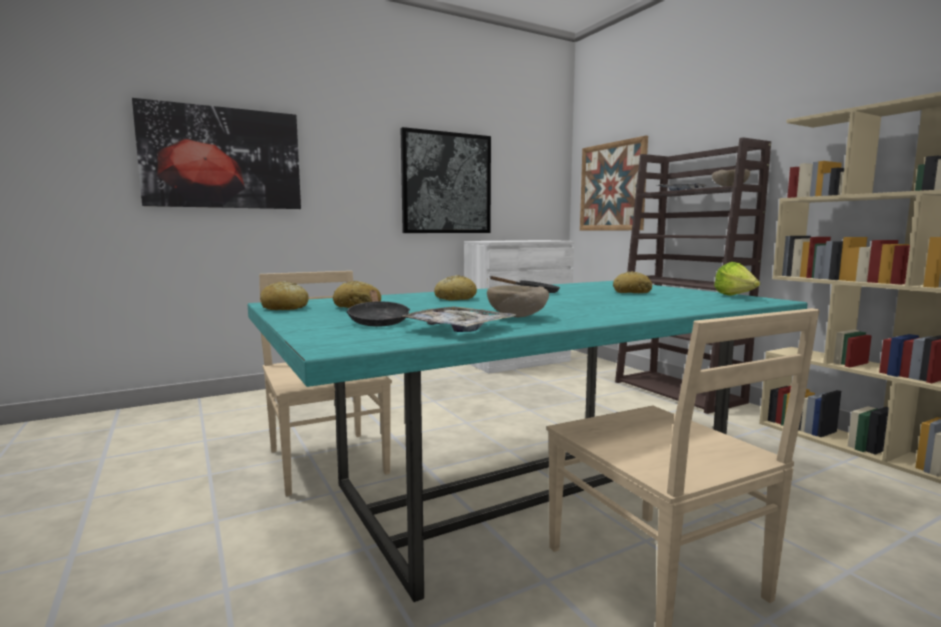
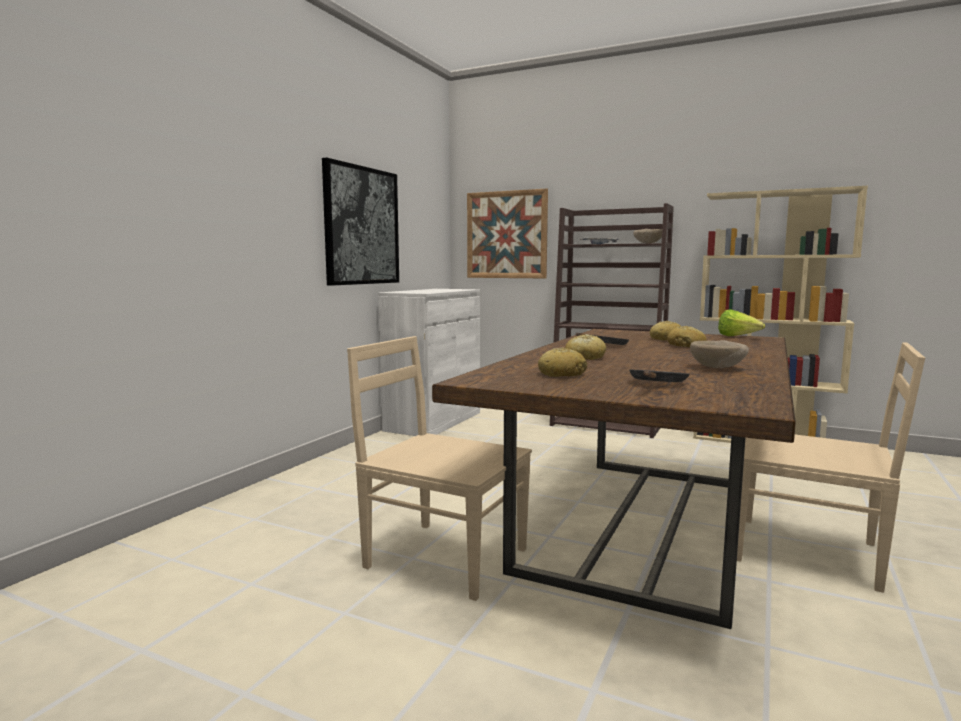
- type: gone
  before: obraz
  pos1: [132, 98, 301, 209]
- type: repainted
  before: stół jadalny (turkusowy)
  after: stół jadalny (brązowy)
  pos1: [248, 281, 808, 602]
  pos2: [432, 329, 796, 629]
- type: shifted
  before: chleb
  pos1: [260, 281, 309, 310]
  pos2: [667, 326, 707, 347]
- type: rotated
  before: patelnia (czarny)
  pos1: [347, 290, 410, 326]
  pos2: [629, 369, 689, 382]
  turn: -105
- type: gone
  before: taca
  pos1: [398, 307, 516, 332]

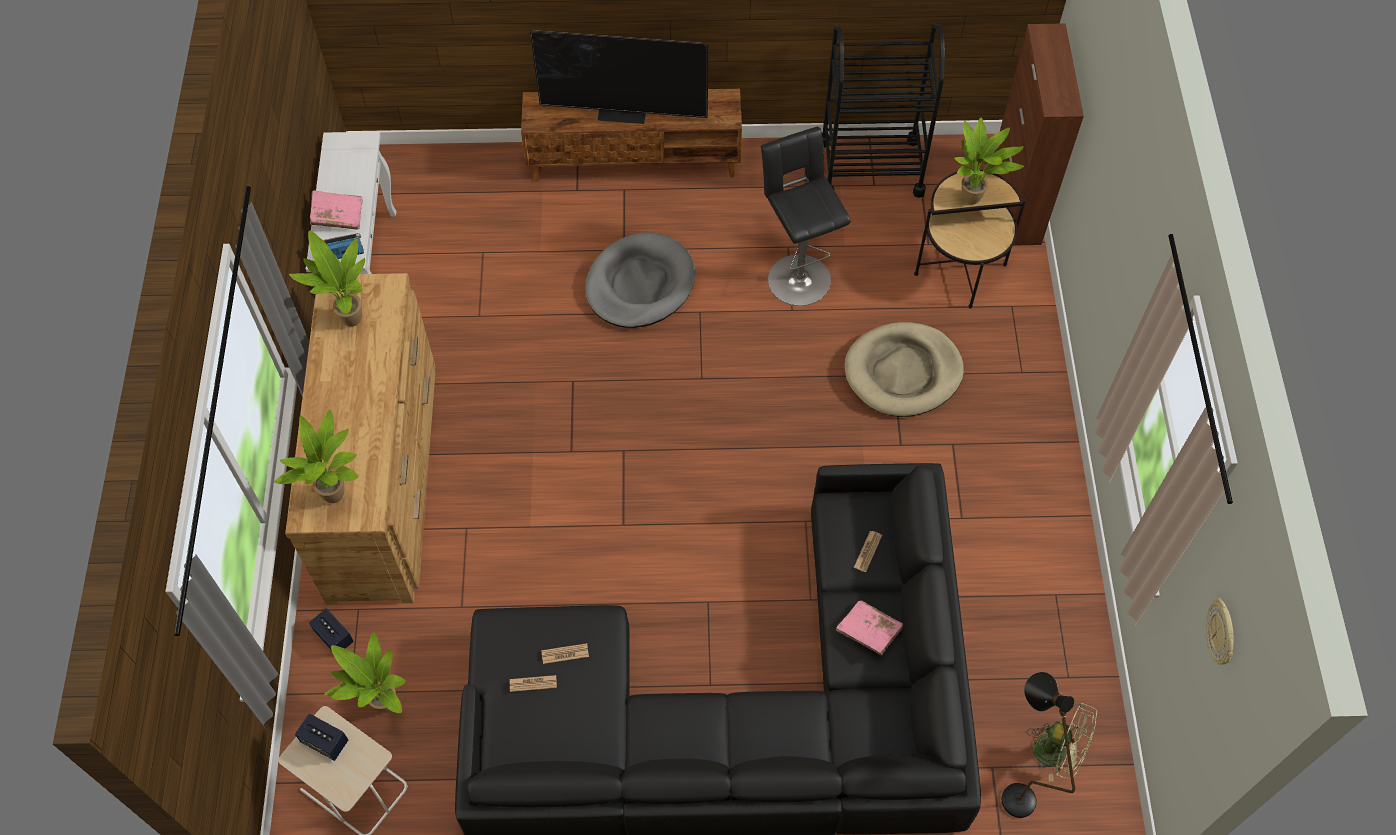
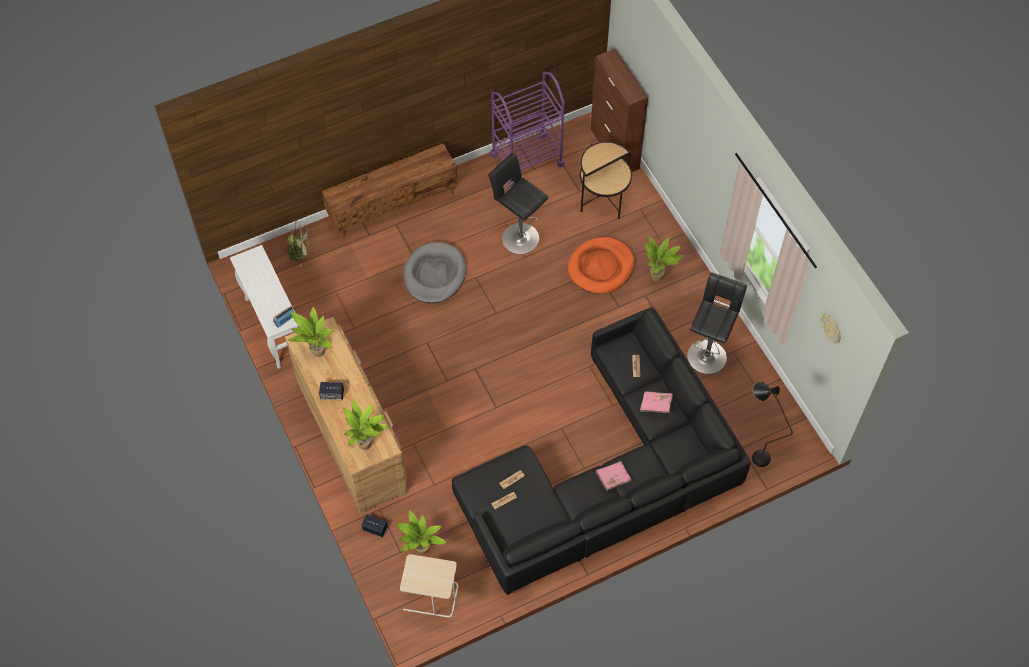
- type: repainted
  before: wózek (czarny)
  after: wózek (fioletowy)
  pos1: [822, 24, 945, 198]
  pos2: [490, 72, 565, 187]
- type: gone
  before: telewizor
  pos1: [530, 30, 708, 124]
- type: shifted
  before: roślina doniczkowa
  pos1: [954, 118, 1024, 205]
  pos2: [644, 236, 684, 282]
- type: shifted
  before: książka (różowy)
  pos1: [310, 190, 363, 230]
  pos2: [596, 461, 631, 491]
- type: repainted
  before: legowisko (beżowy)
  after: legowisko (pomarańczowy)
  pos1: [844, 322, 964, 417]
  pos2: [568, 237, 634, 294]
- type: shifted
  before: wentylator (zielony)
  pos1: [1027, 703, 1097, 782]
  pos2: [283, 221, 311, 267]
- type: shifted
  before: głośnik
  pos1: [295, 713, 348, 761]
  pos2: [319, 382, 344, 400]
- type: new
  after: stołek (czarny)
  pos2: [687, 272, 747, 374]

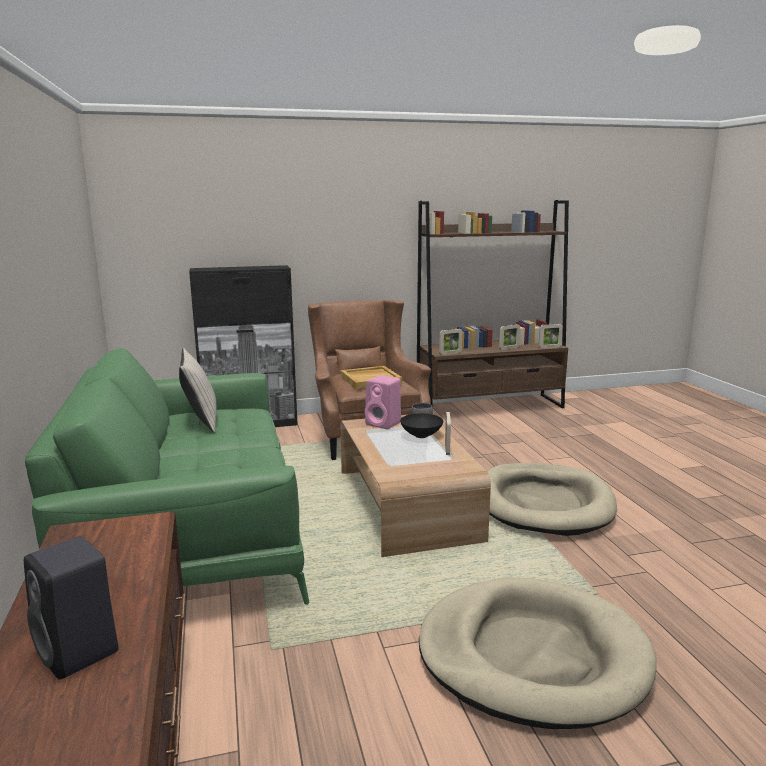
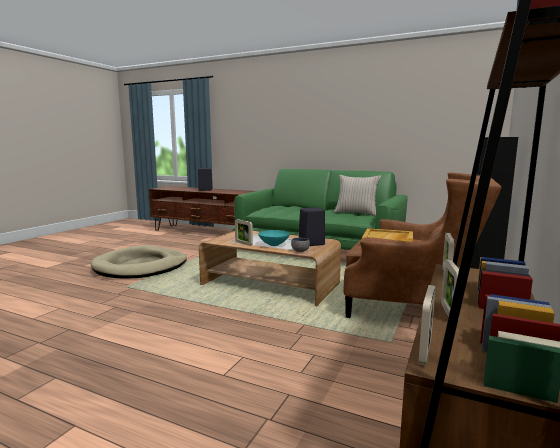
- type: repainted
  before: głośnik (różowy)
  after: głośnik (czarny)
  pos1: [365, 375, 401, 429]
  pos2: [299, 207, 325, 246]
- type: repainted
  before: miska (czarny)
  after: miska (turkusowy)
  pos1: [400, 413, 443, 438]
  pos2: [258, 230, 290, 246]
- type: gone
  before: legowisko (beżowy)
  pos1: [487, 463, 617, 536]

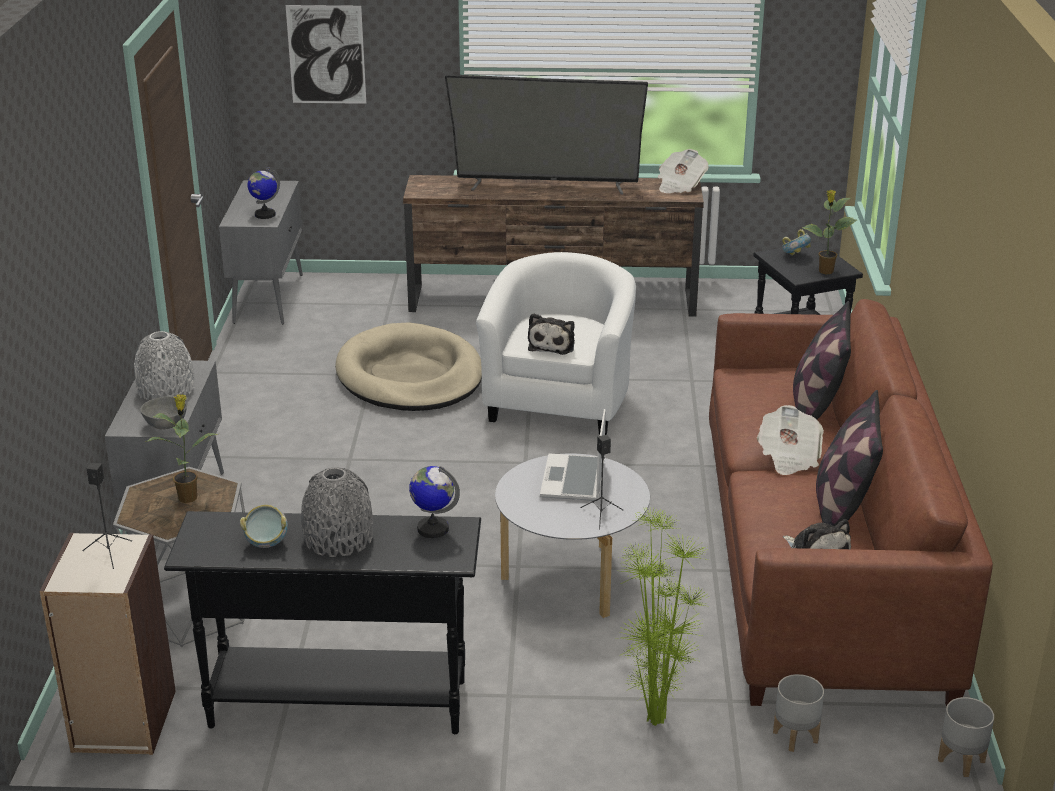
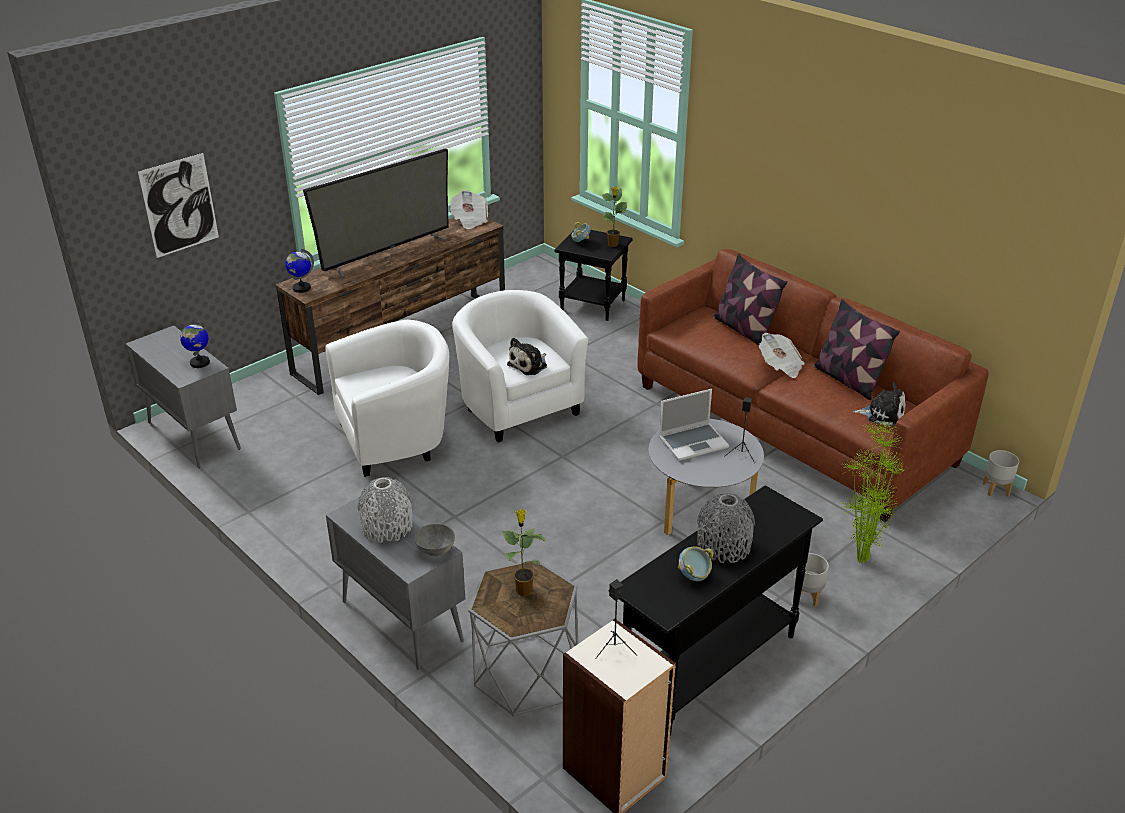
- type: rotated
  before: pluszak
  pos1: [528, 313, 575, 355]
  pos2: [507, 338, 547, 375]
  turn: 75
- type: swapped
  before: legowisko (beżowy)
  after: fotel (biały)
  pos1: [335, 322, 482, 411]
  pos2: [325, 320, 449, 477]
- type: rotated
  before: laptop
  pos1: [540, 409, 606, 501]
  pos2: [659, 389, 729, 461]
  turn: -75
- type: shifted
  before: globus
  pos1: [409, 466, 460, 538]
  pos2: [285, 249, 314, 293]
- type: shifted
  before: donica (szary)
  pos1: [773, 674, 824, 752]
  pos2: [793, 553, 829, 607]

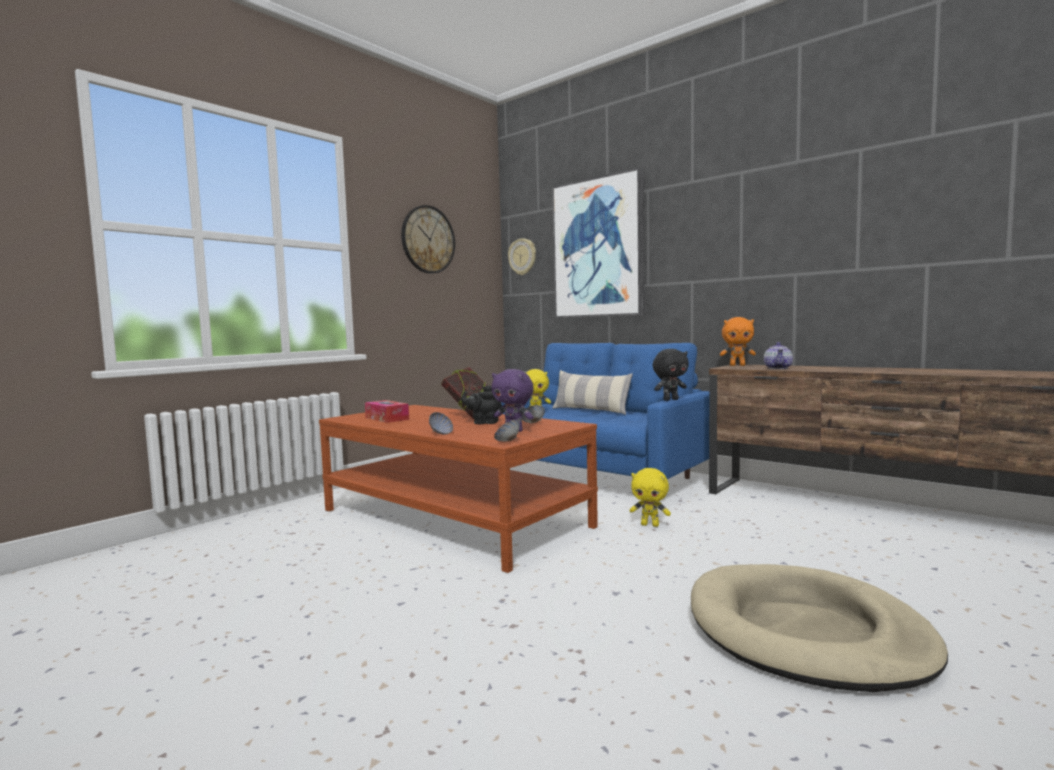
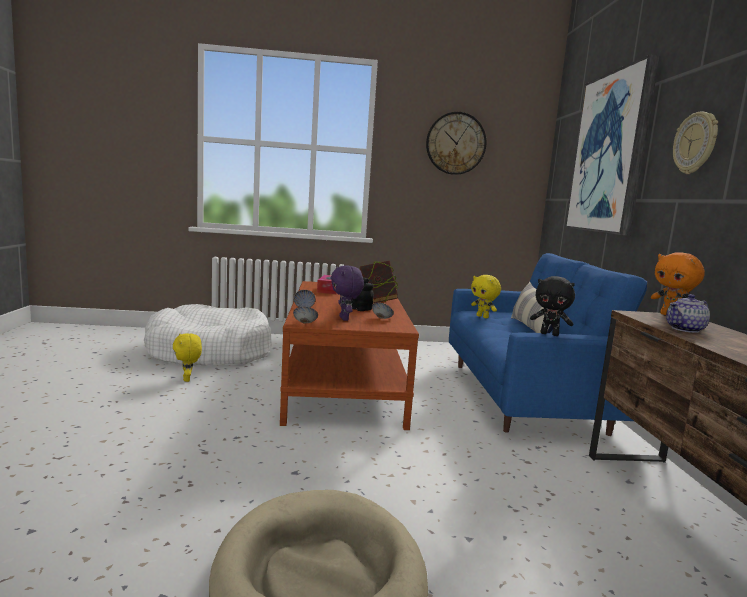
- type: shifted
  before: zegar ścienny
  pos1: [508, 238, 536, 275]
  pos2: [673, 112, 718, 174]
- type: shifted
  before: pluszak (żółty)
  pos1: [630, 468, 671, 527]
  pos2: [173, 333, 202, 382]
- type: new
  after: legowisko (biały)
  pos2: [144, 304, 272, 365]

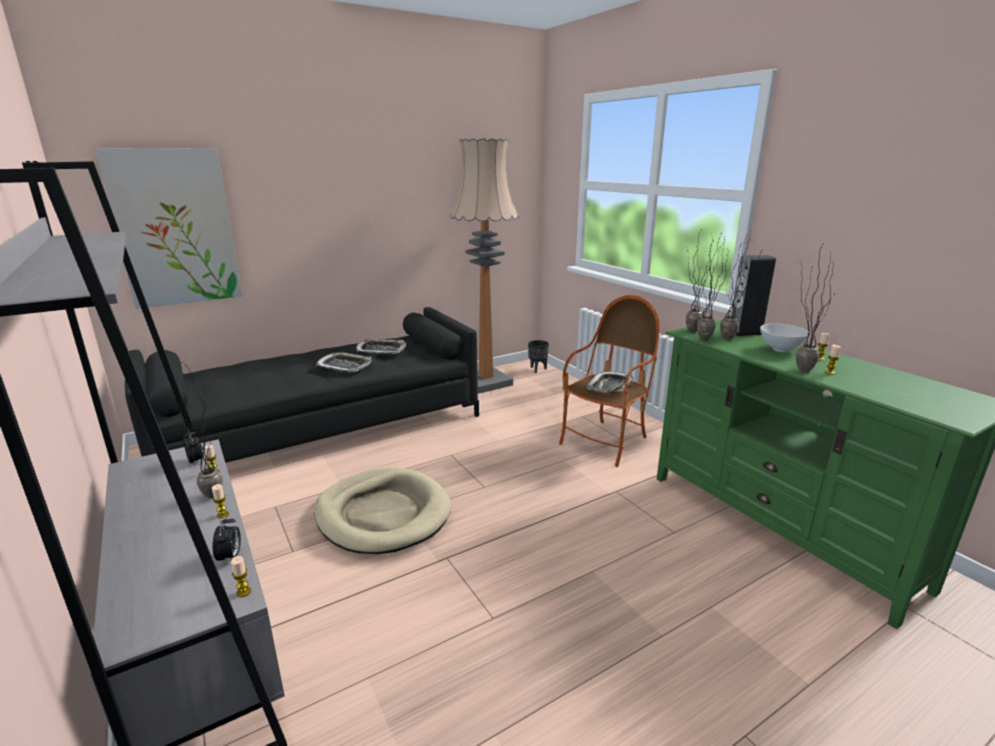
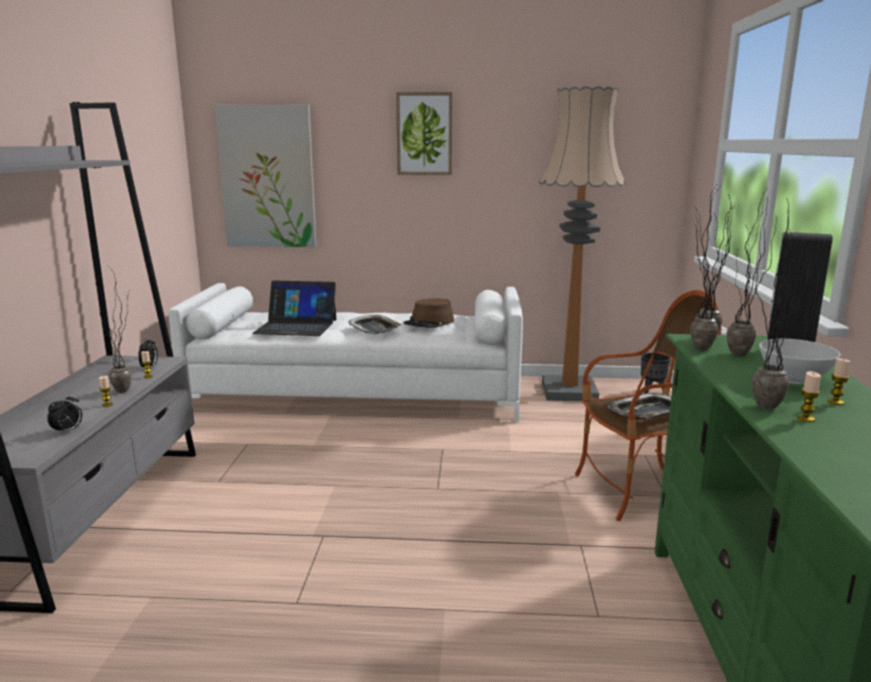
- type: repainted
  before: kanapa (czarny)
  after: kanapa (biały)
  pos1: [125, 307, 479, 463]
  pos2: [169, 283, 523, 422]
- type: swapped
  before: taca
  after: kapelusz (brązowy)
  pos1: [356, 339, 406, 354]
  pos2: [403, 298, 454, 328]
- type: gone
  before: legowisko (beżowy)
  pos1: [314, 467, 451, 554]
- type: gone
  before: świeca
  pos1: [231, 556, 251, 597]
- type: new
  after: obraz
  pos2: [396, 92, 452, 175]
- type: new
  after: laptop
  pos2: [252, 280, 336, 336]

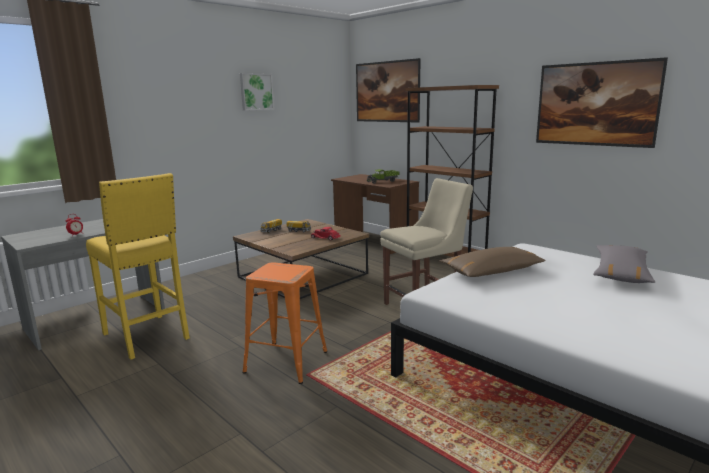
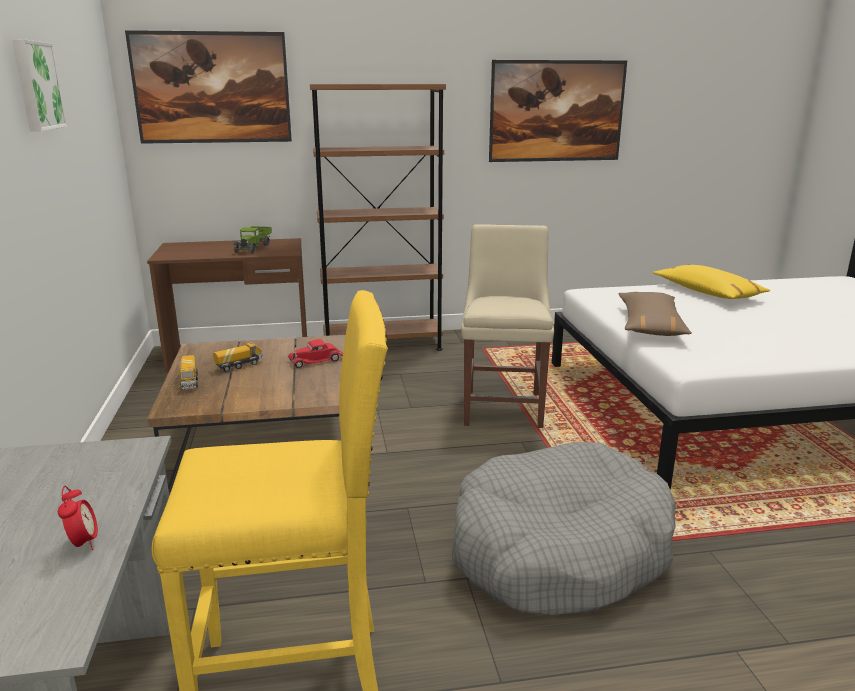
- type: repainted
  before: poduszka (szary)
  after: poduszka (żółty)
  pos1: [593, 245, 655, 283]
  pos2: [653, 265, 771, 299]
- type: swapped
  before: stołek (pomarańczowy)
  after: legowisko (szary)
  pos1: [243, 262, 327, 384]
  pos2: [452, 442, 676, 615]

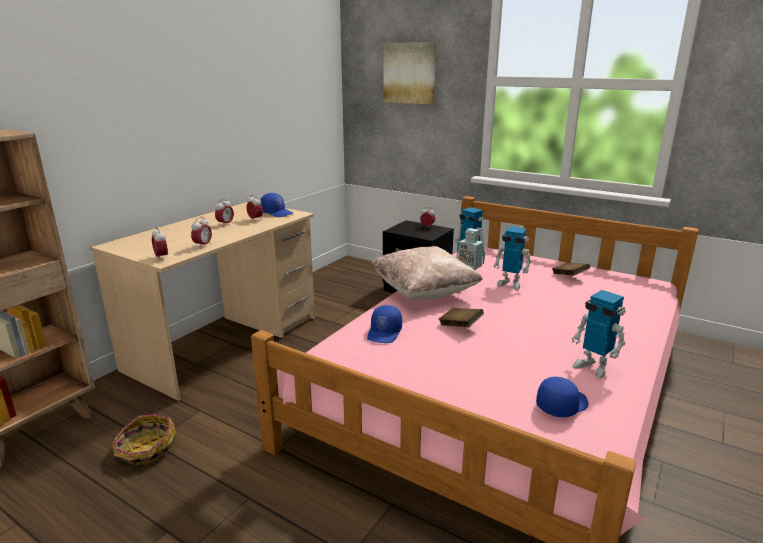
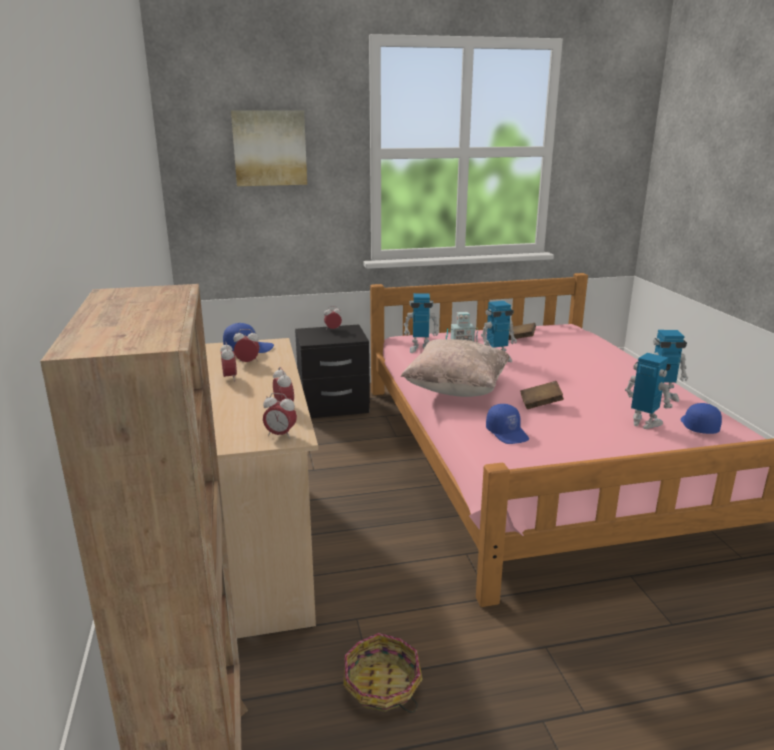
- type: new
  after: robot zabawkowy
  pos2: [625, 353, 672, 429]

